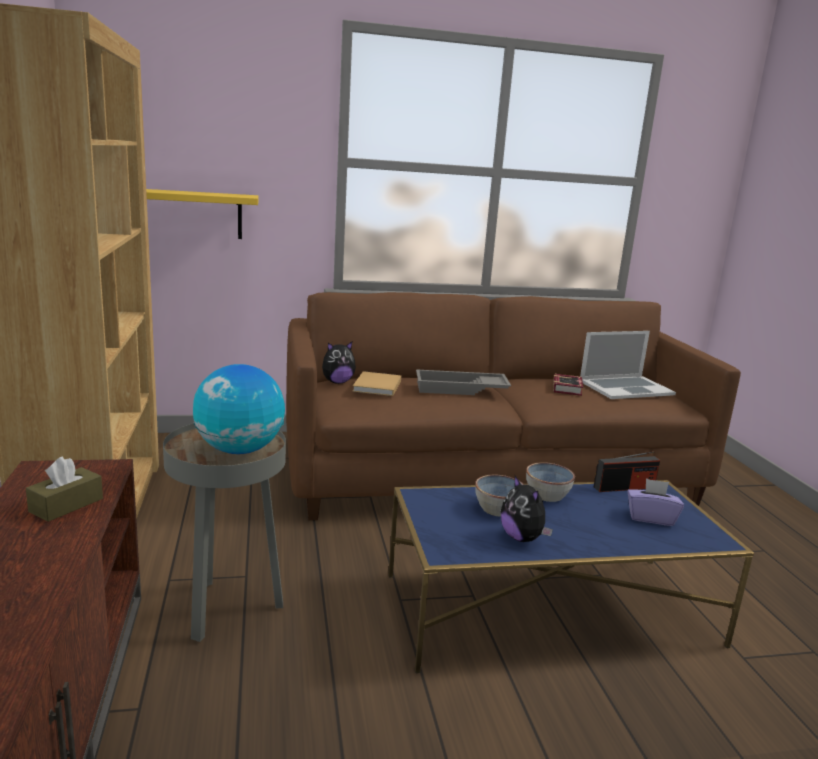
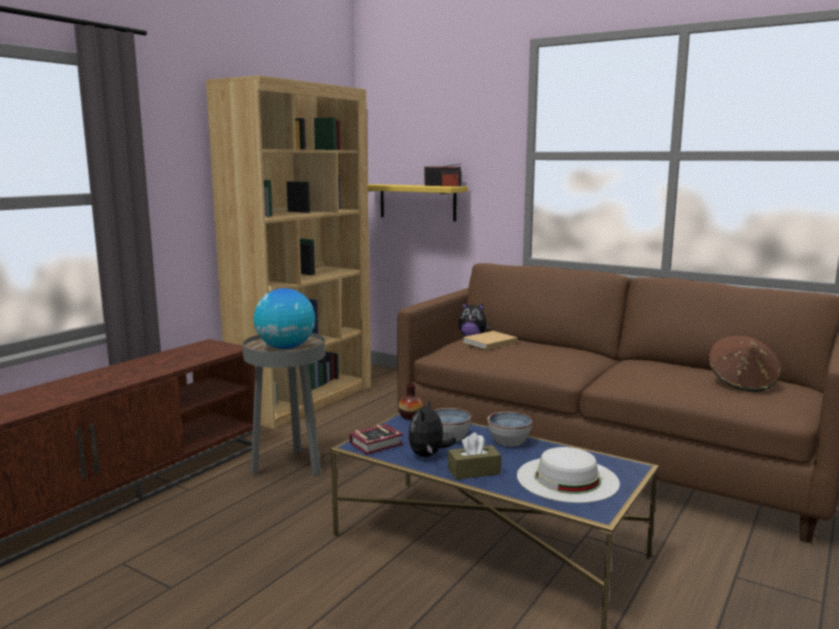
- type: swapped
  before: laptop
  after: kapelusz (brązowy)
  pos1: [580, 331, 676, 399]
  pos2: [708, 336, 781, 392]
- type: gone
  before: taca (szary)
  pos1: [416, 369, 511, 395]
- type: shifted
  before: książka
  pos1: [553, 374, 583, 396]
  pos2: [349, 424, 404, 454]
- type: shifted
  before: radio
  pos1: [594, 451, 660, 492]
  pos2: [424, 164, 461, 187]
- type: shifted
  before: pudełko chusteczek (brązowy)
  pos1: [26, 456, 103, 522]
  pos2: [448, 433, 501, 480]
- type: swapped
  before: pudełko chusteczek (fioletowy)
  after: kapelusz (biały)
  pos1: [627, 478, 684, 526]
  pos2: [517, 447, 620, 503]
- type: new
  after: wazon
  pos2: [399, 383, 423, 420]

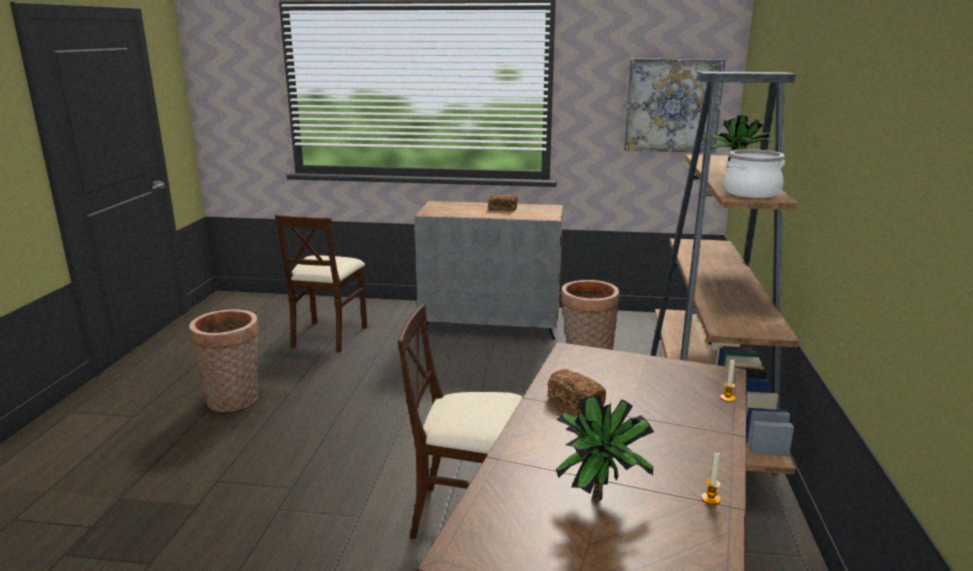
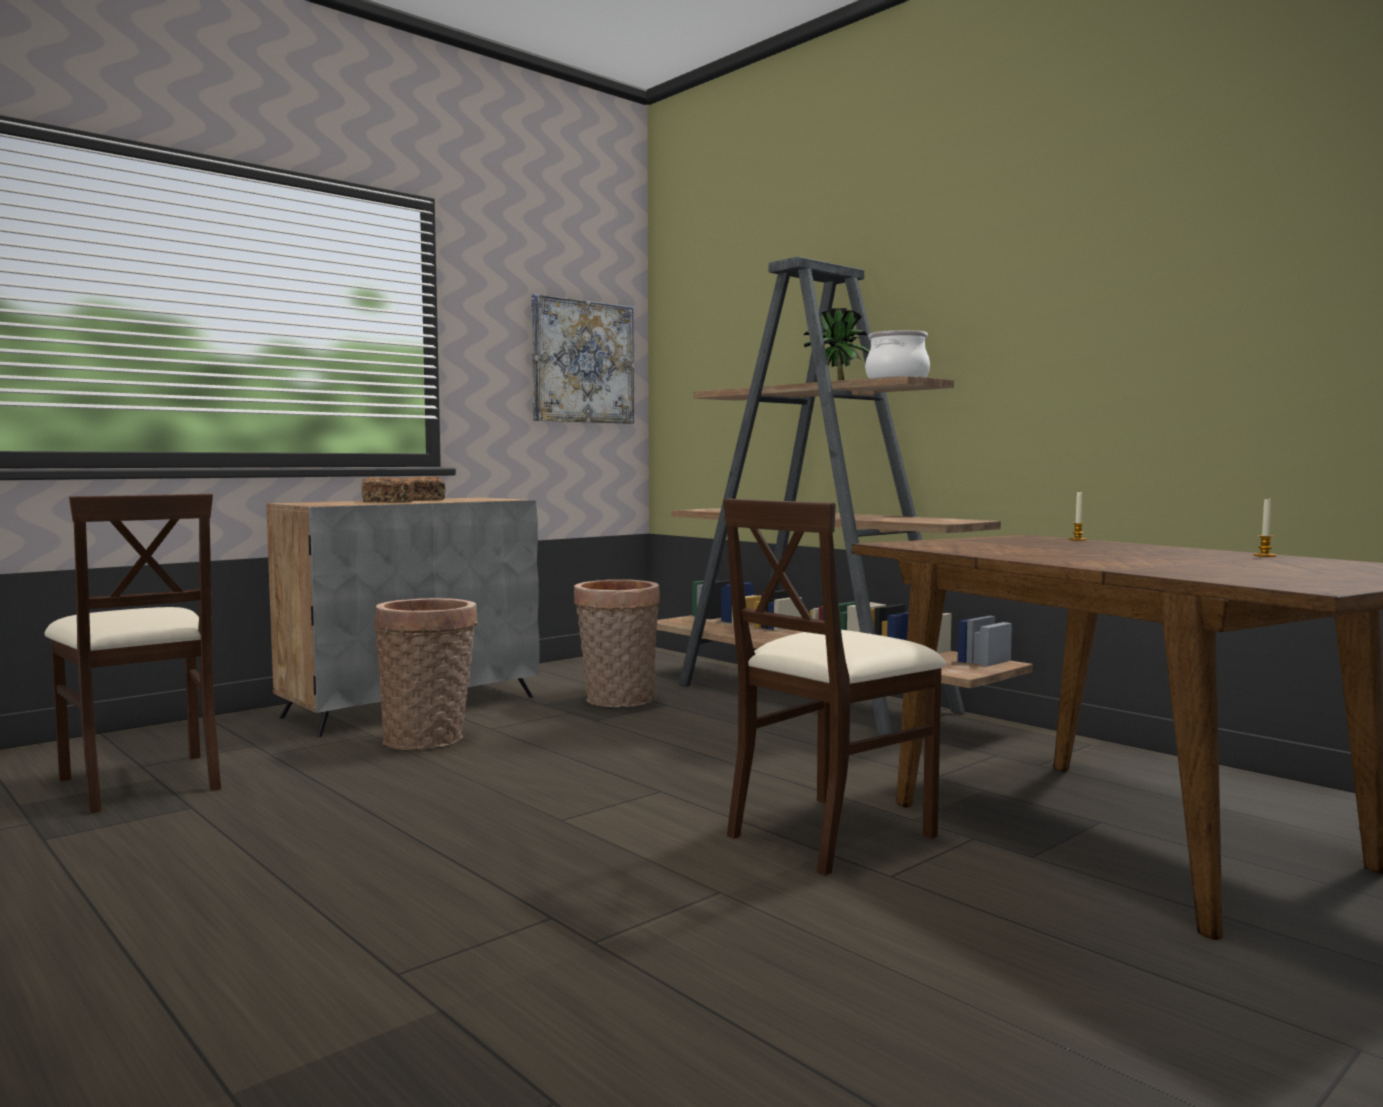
- type: shifted
  before: koszyk
  pos1: [189, 309, 259, 412]
  pos2: [374, 598, 478, 750]
- type: shifted
  before: chleb
  pos1: [548, 369, 606, 412]
  pos2: [362, 477, 414, 502]
- type: gone
  before: roślina doniczkowa
  pos1: [556, 395, 654, 501]

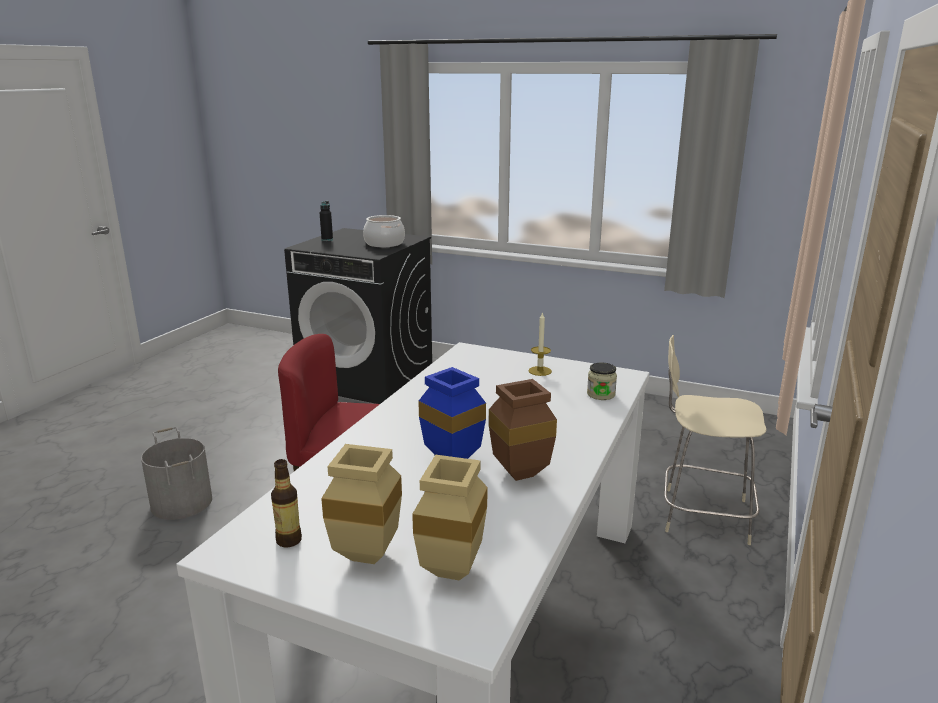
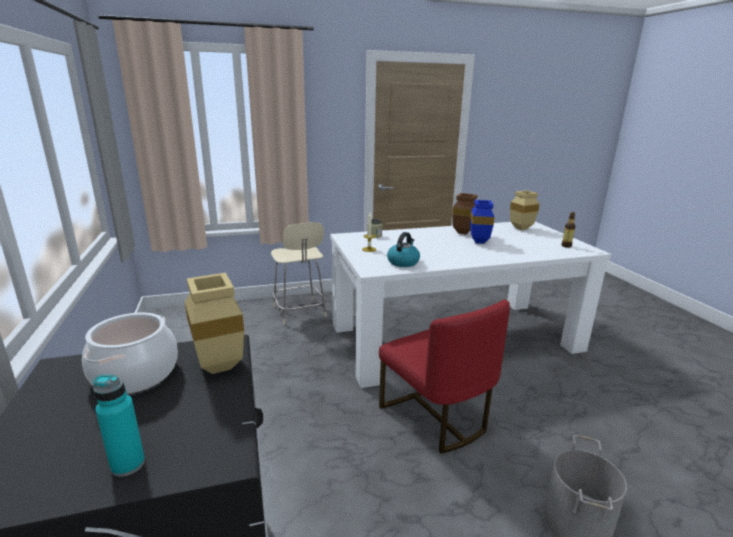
- type: repainted
  before: butelka (czarny)
  after: butelka (turkusowy)
  pos1: [320, 201, 333, 241]
  pos2: [93, 374, 145, 477]
- type: shifted
  before: wazon (beżowy)
  pos1: [321, 444, 402, 564]
  pos2: [185, 273, 244, 374]
- type: new
  after: czajnik
  pos2: [387, 232, 420, 267]

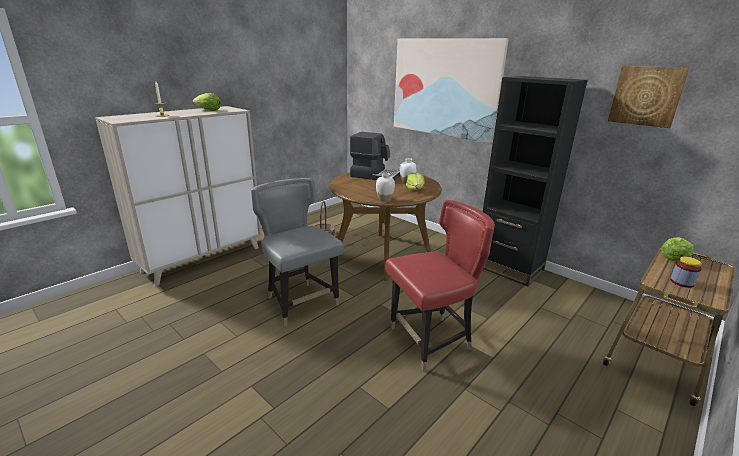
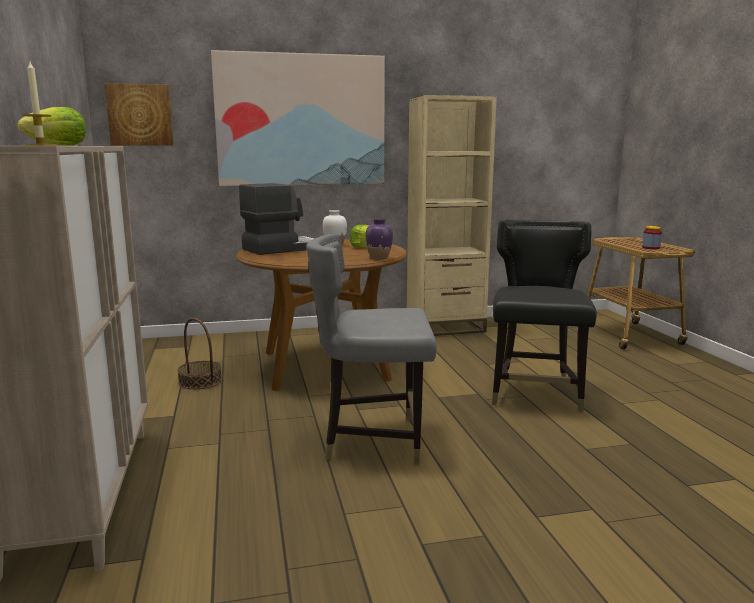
- type: shifted
  before: obraz
  pos1: [608, 66, 690, 128]
  pos2: [104, 83, 173, 146]
- type: repainted
  before: regał (czarny)
  after: regał (beżowy)
  pos1: [483, 76, 588, 287]
  pos2: [407, 95, 497, 336]
- type: repainted
  before: wazon (biały)
  after: wazon (fioletowy)
  pos1: [376, 173, 395, 202]
  pos2: [366, 218, 393, 260]
- type: repainted
  before: krzesło (czerwony)
  after: krzesło (czarny)
  pos1: [385, 200, 495, 372]
  pos2: [492, 220, 597, 412]
- type: gone
  before: sałata
  pos1: [661, 237, 693, 262]

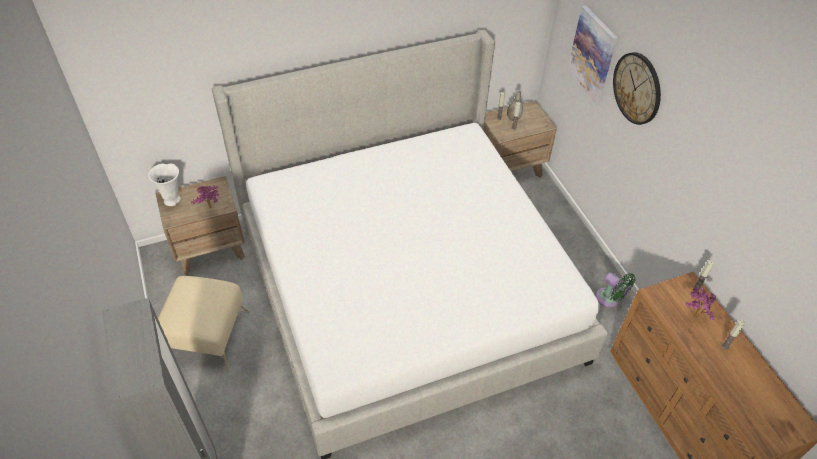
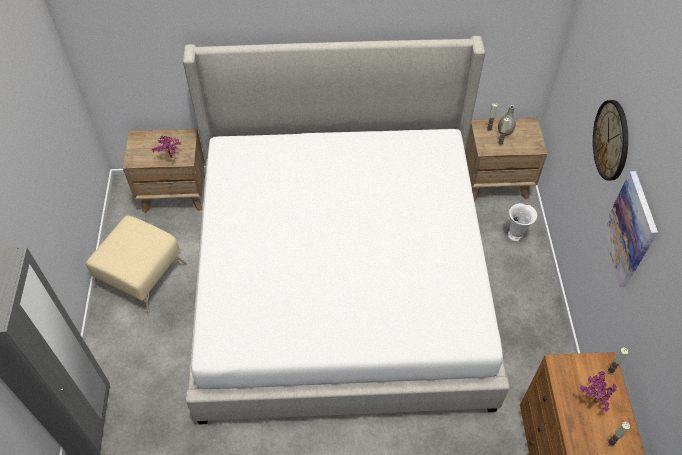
- type: shifted
  before: obraz
  pos1: [567, 5, 618, 103]
  pos2: [602, 171, 658, 288]
- type: shifted
  before: wazon (biały)
  pos1: [148, 163, 181, 206]
  pos2: [508, 203, 537, 241]
- type: gone
  before: wentylator (zielony)
  pos1: [596, 272, 635, 307]

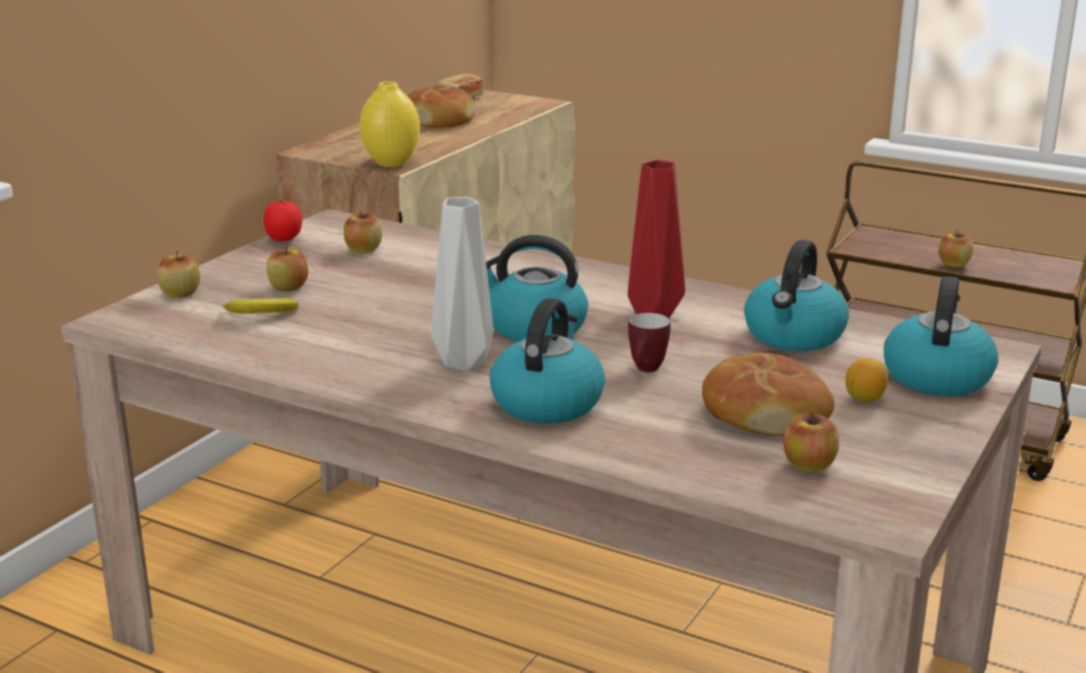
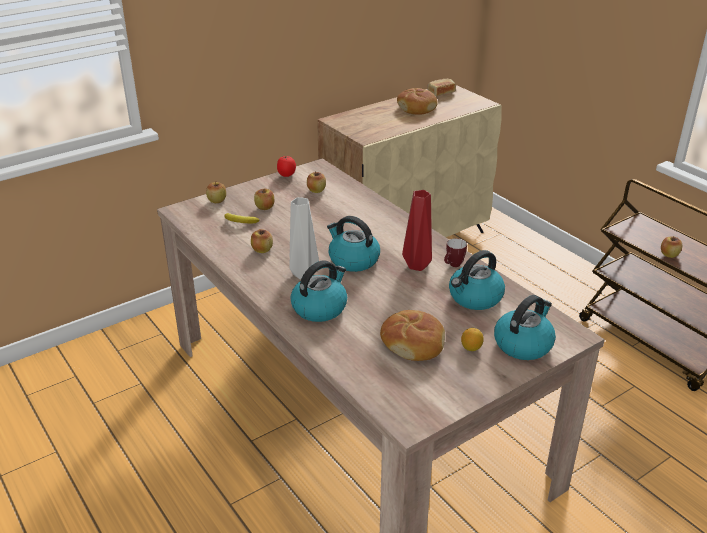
- type: gone
  before: wazon (żółty)
  pos1: [360, 81, 420, 167]
- type: shifted
  before: kubek
  pos1: [628, 313, 671, 372]
  pos2: [444, 238, 467, 267]
- type: shifted
  before: jabłko
  pos1: [784, 412, 839, 472]
  pos2: [251, 229, 273, 253]

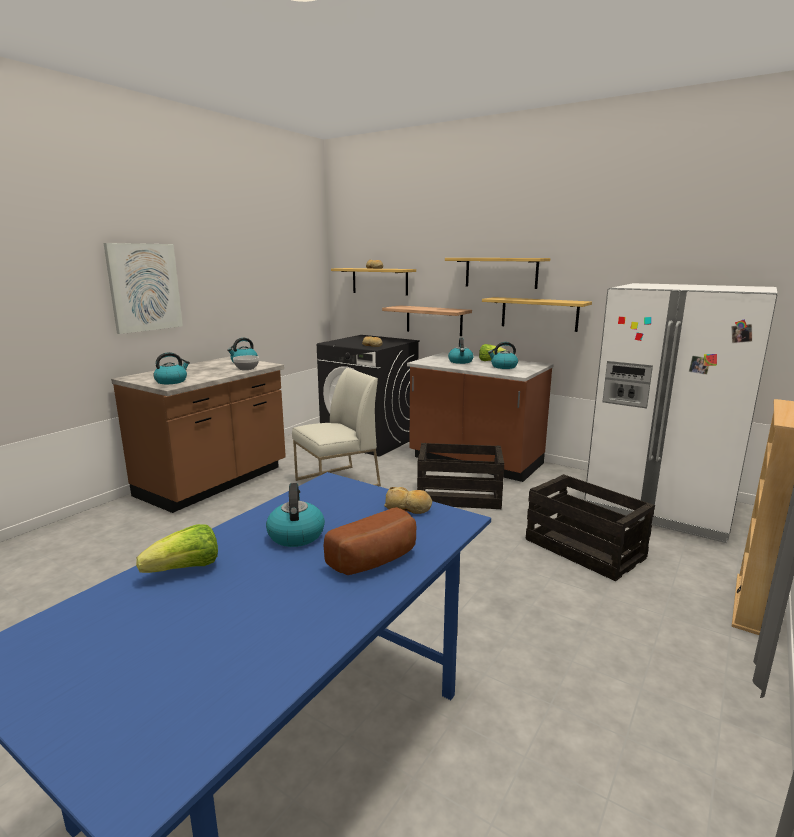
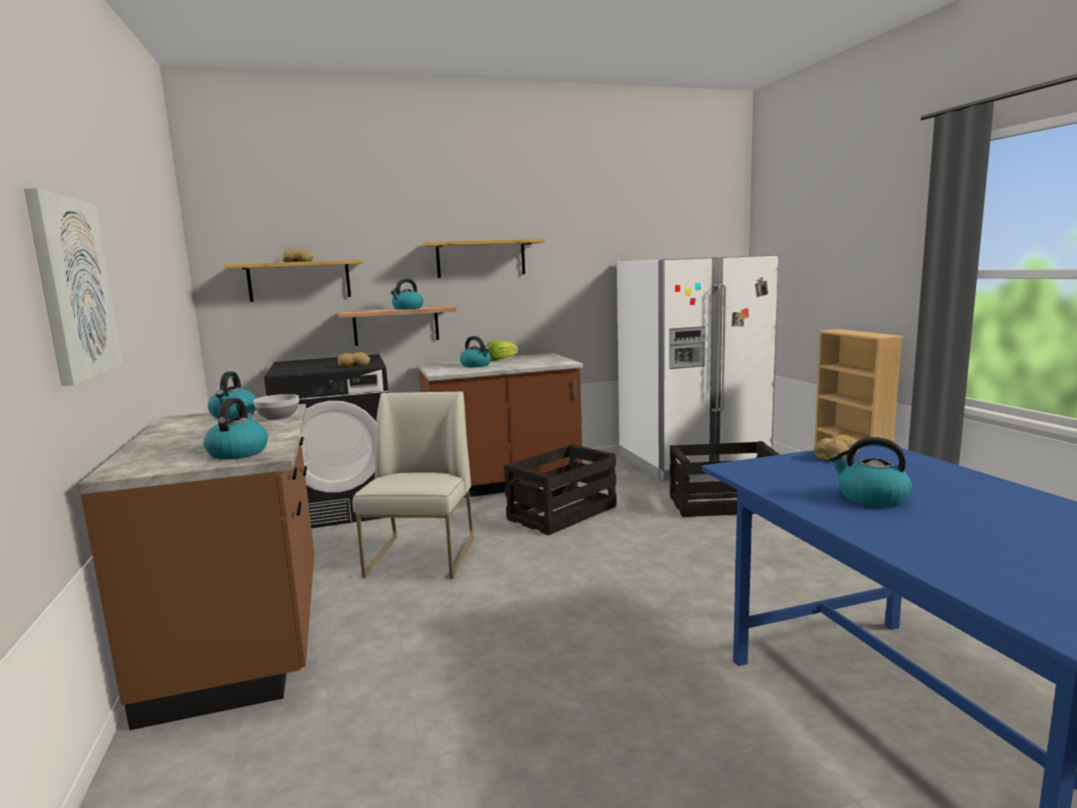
- type: gone
  before: półka
  pos1: [482, 297, 592, 332]
- type: shifted
  before: czajnik
  pos1: [488, 342, 518, 369]
  pos2: [390, 279, 423, 310]
- type: gone
  before: chleb
  pos1: [324, 507, 417, 575]
- type: gone
  before: sałata
  pos1: [136, 524, 218, 573]

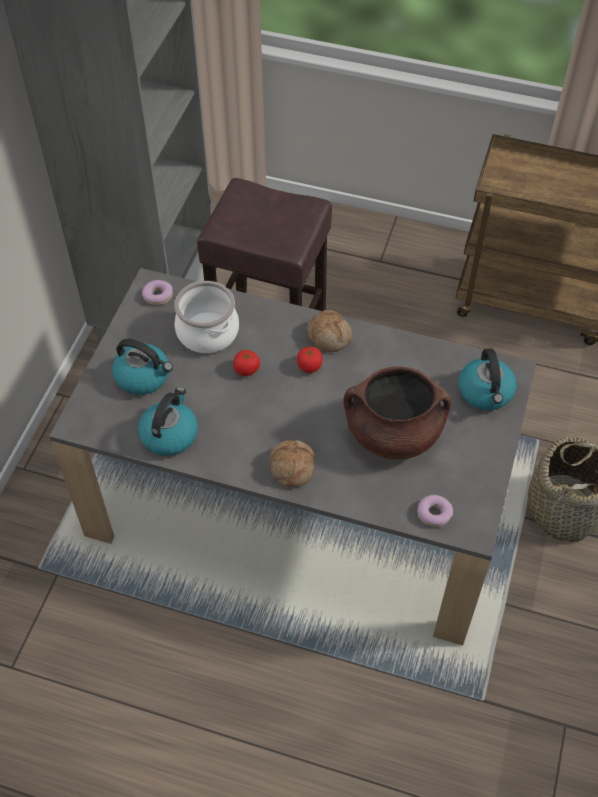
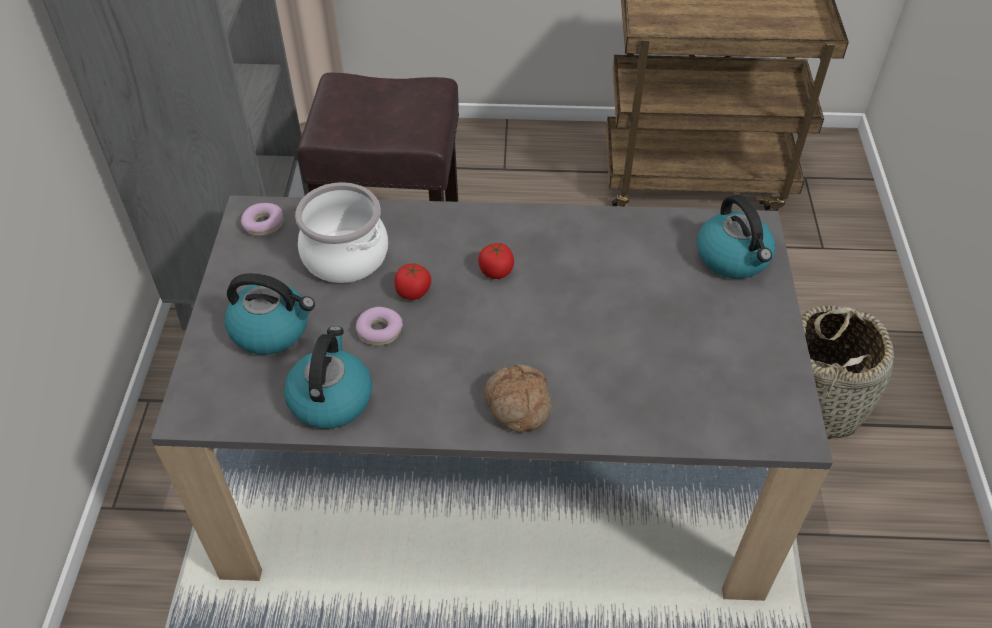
- type: gone
  before: chleb
  pos1: [307, 310, 352, 352]
- type: gone
  before: garnek (brązowy)
  pos1: [344, 366, 451, 460]
- type: shifted
  before: donut
  pos1: [417, 495, 453, 527]
  pos2: [356, 307, 403, 346]

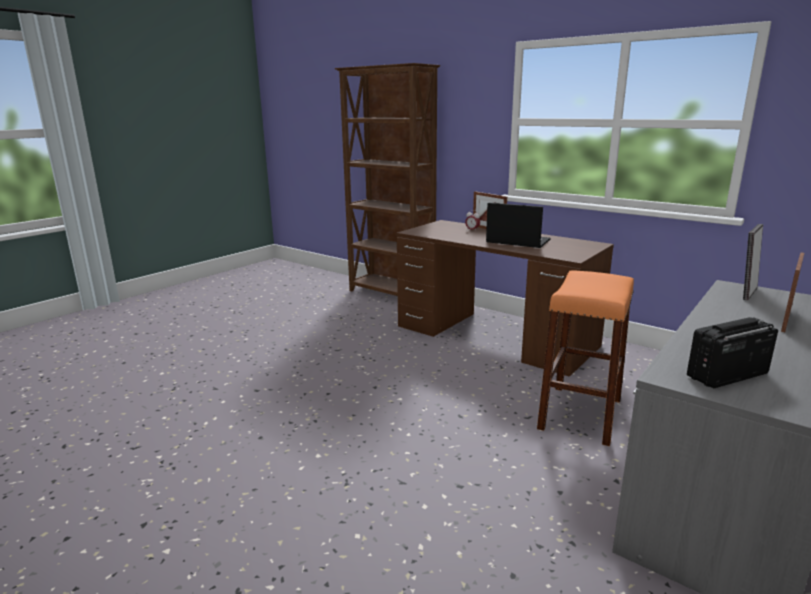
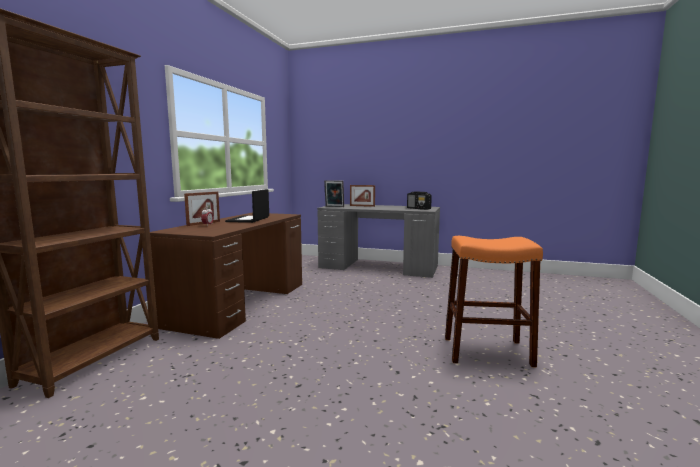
- type: shifted
  before: stołek (pomarańczowy)
  pos1: [537, 270, 634, 446]
  pos2: [445, 236, 543, 367]

